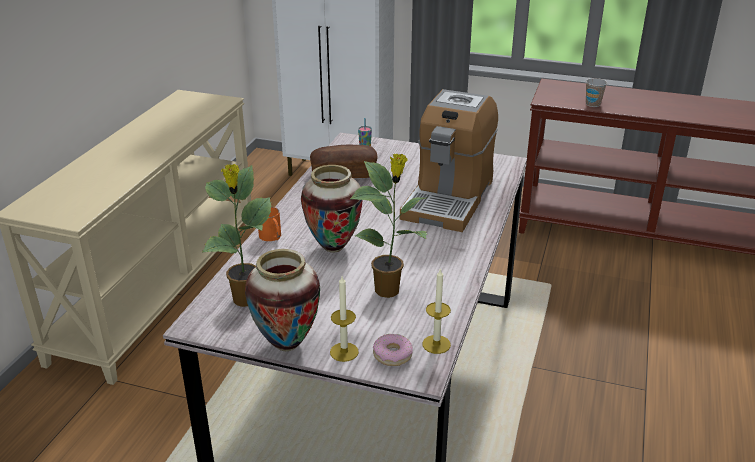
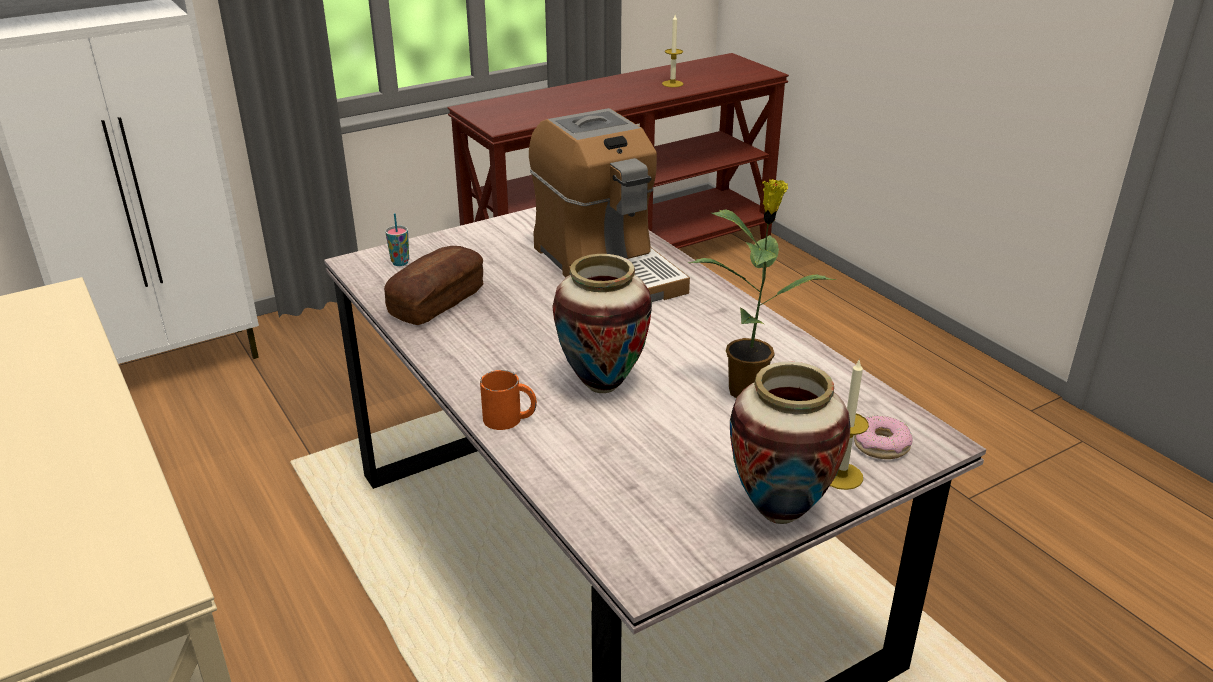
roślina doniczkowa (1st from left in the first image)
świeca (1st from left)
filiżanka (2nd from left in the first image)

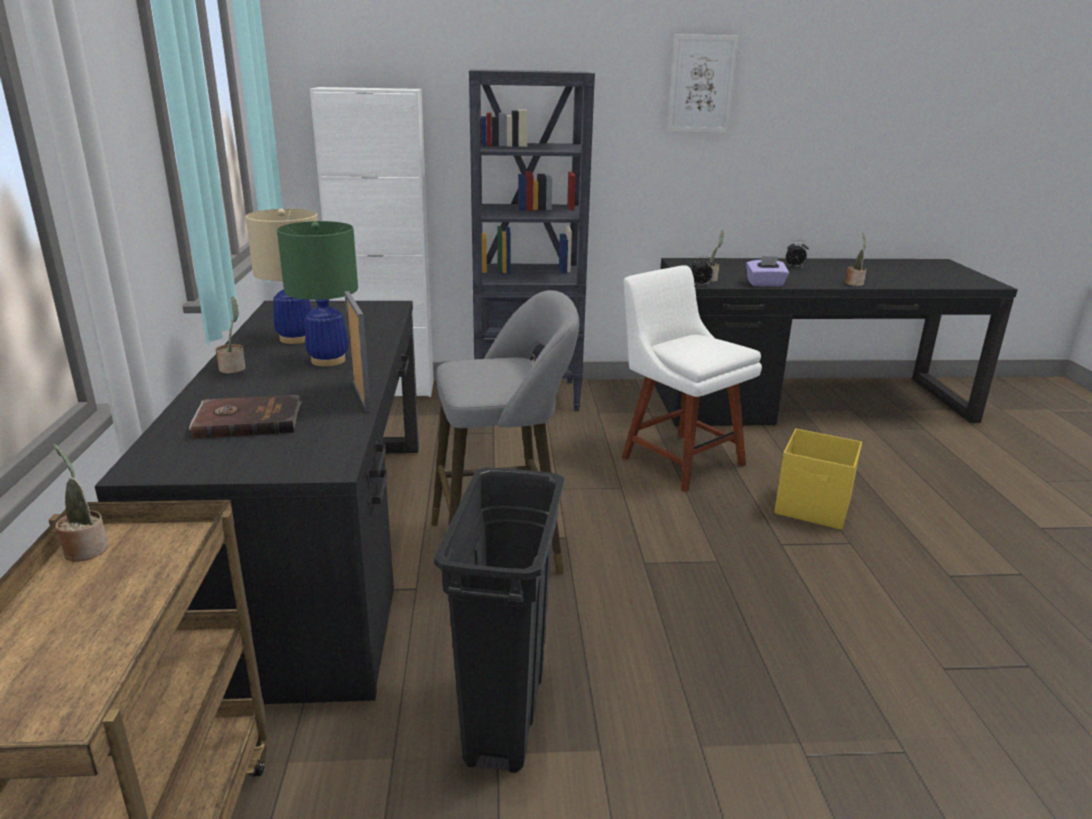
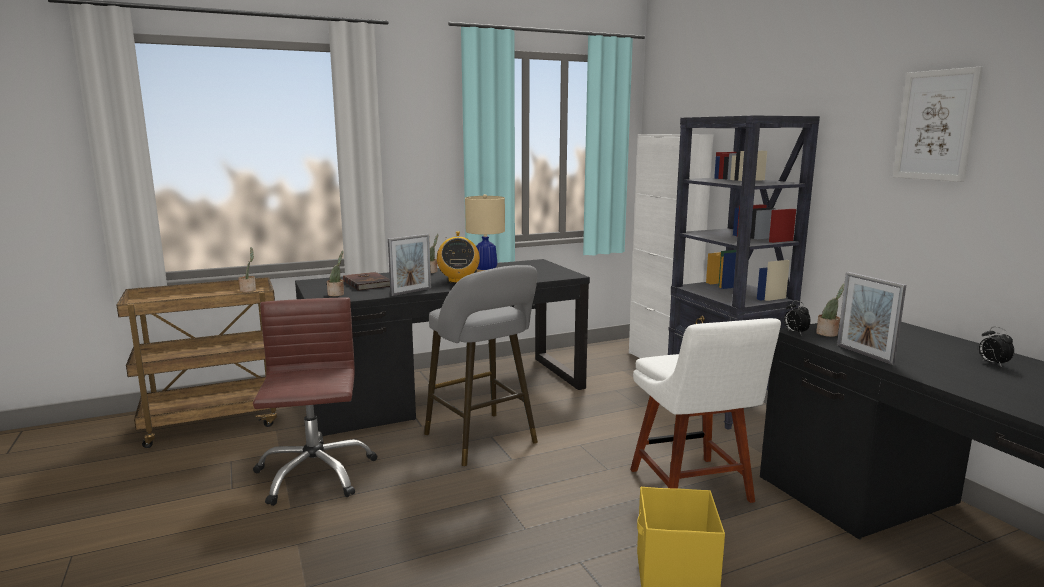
radio
krzesło biurowe (brązowy)
krzesło (biały)
ramka na zdjęcie (2nd from left)
roślina doniczkowa (2nd from left)

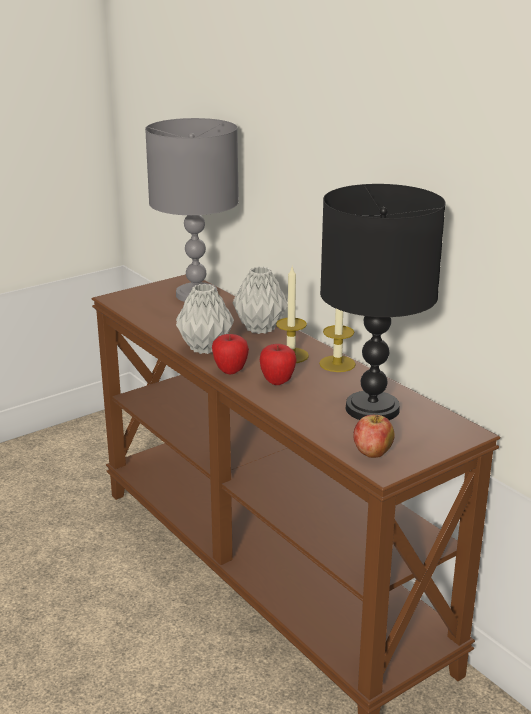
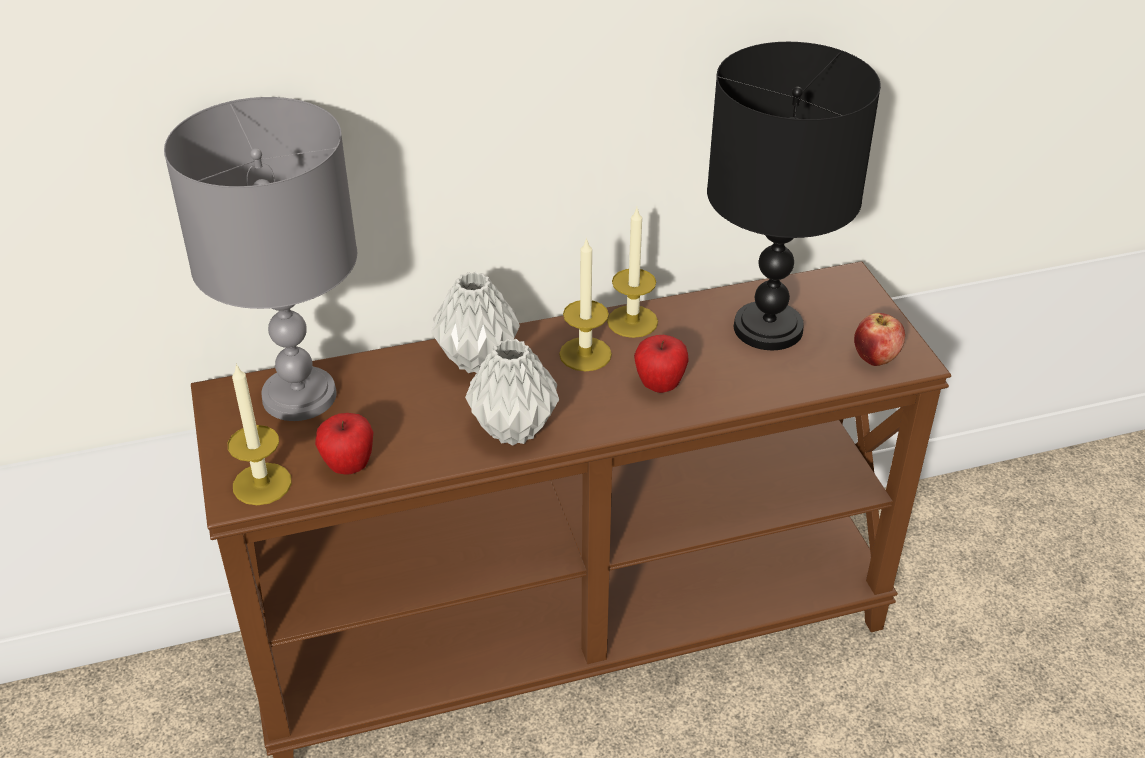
jabłko (1st from left)
świeca (1st from left)

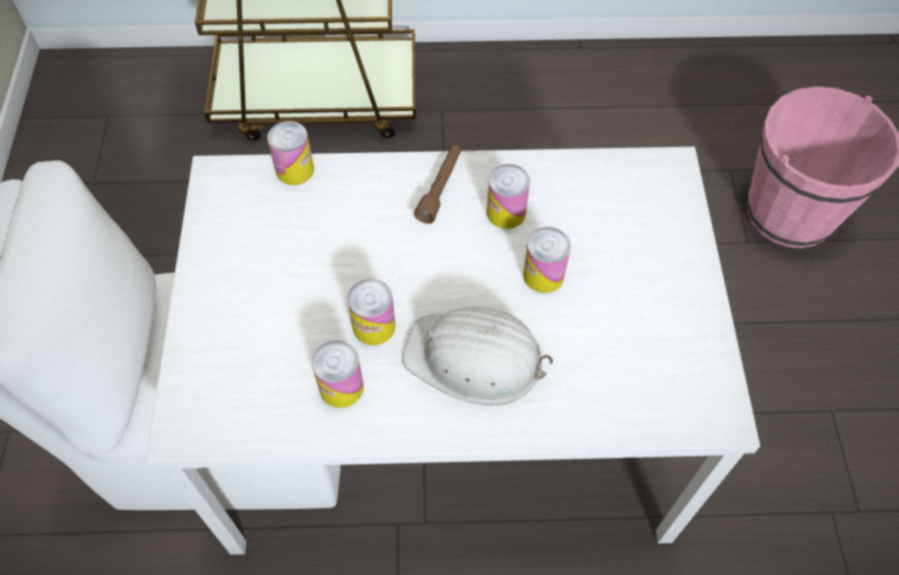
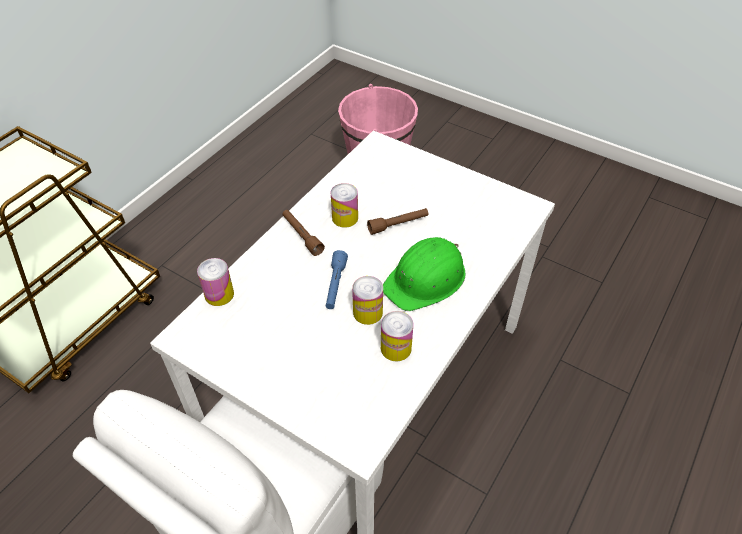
kask (zielony)
latarka (brązowy) (2nd from left)
latarka (niebieski)

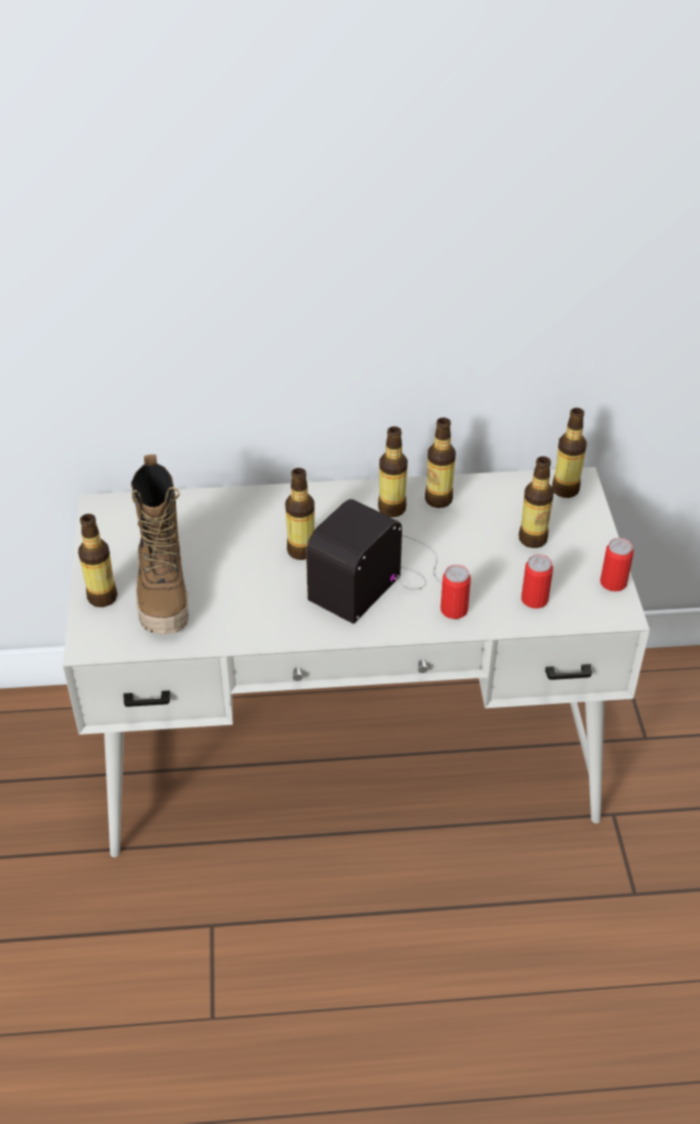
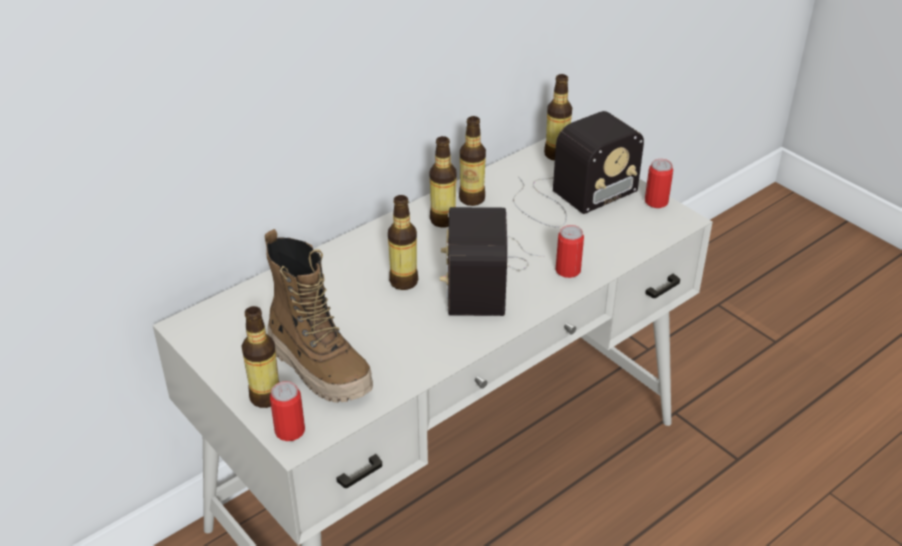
radio (2nd from left)
puszka (1st from left)

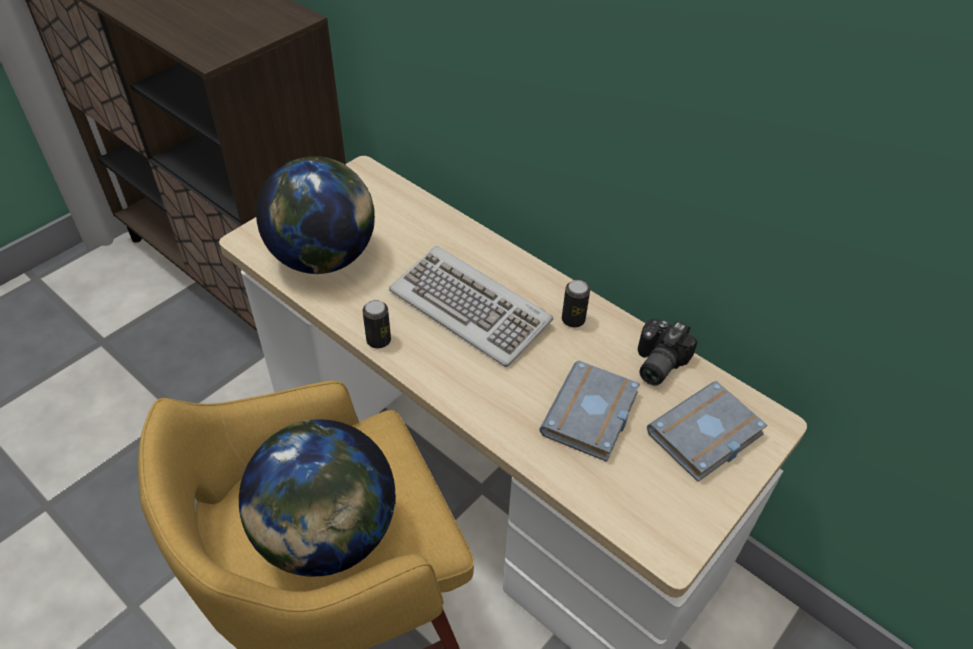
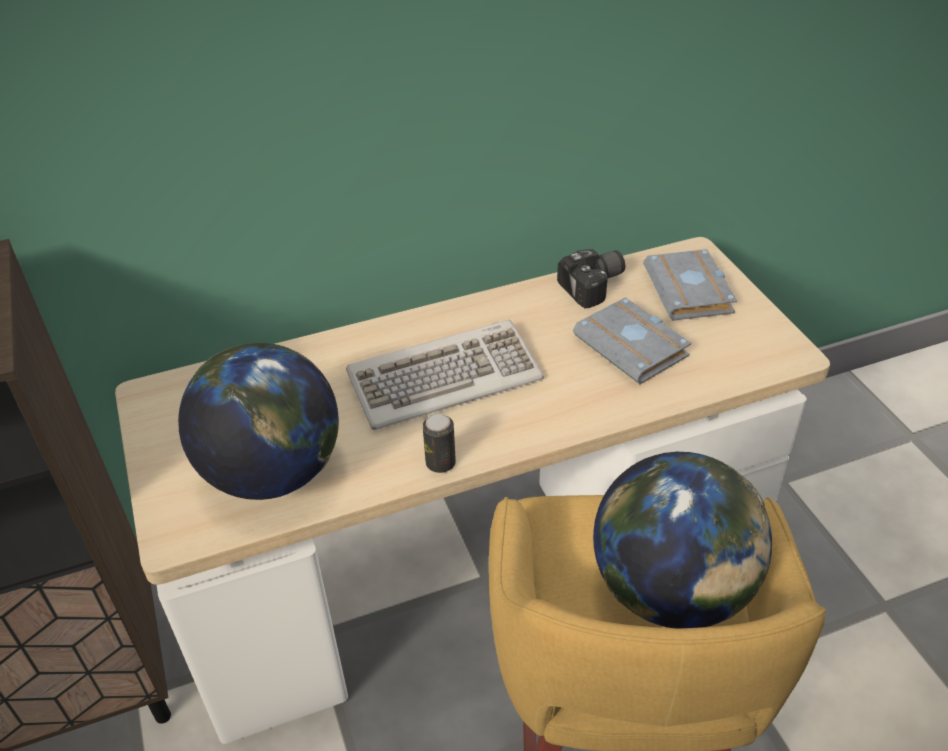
puszka (2nd from left in the first image)
aparat fotograficzny

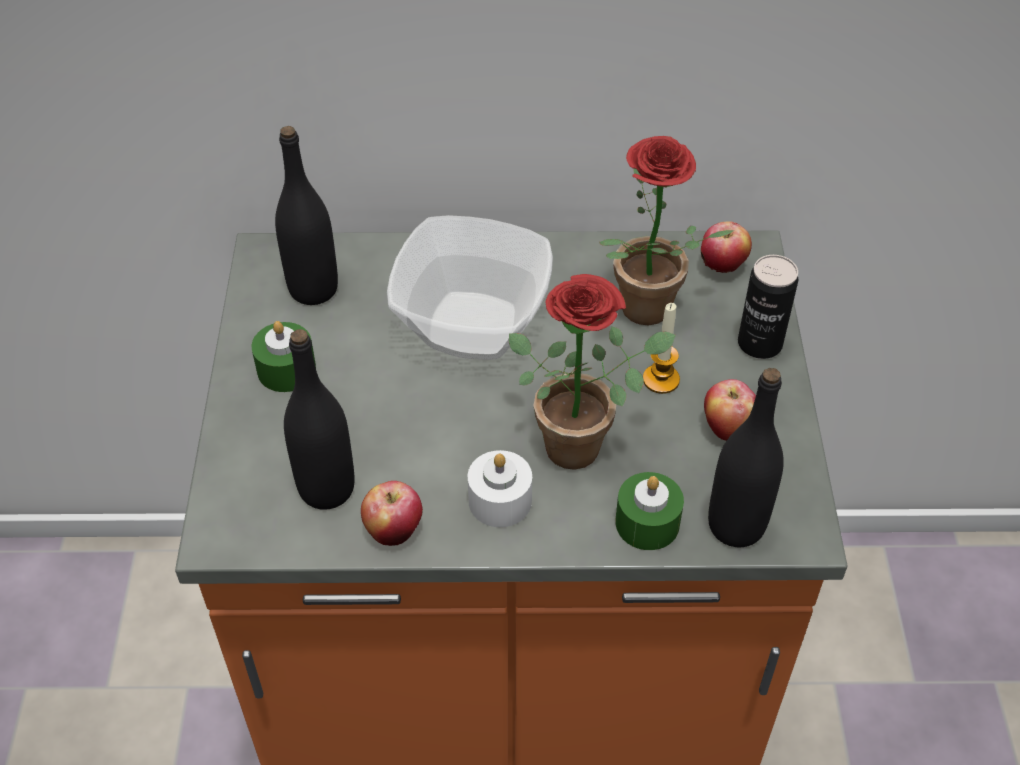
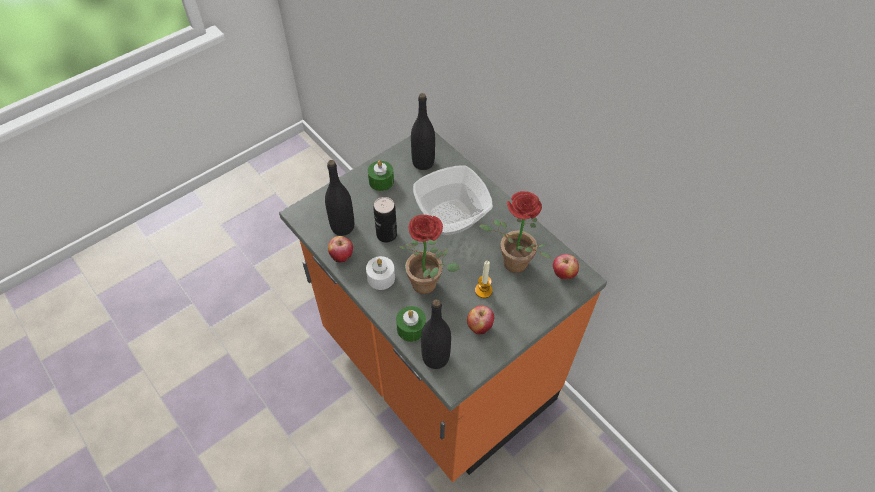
puszka

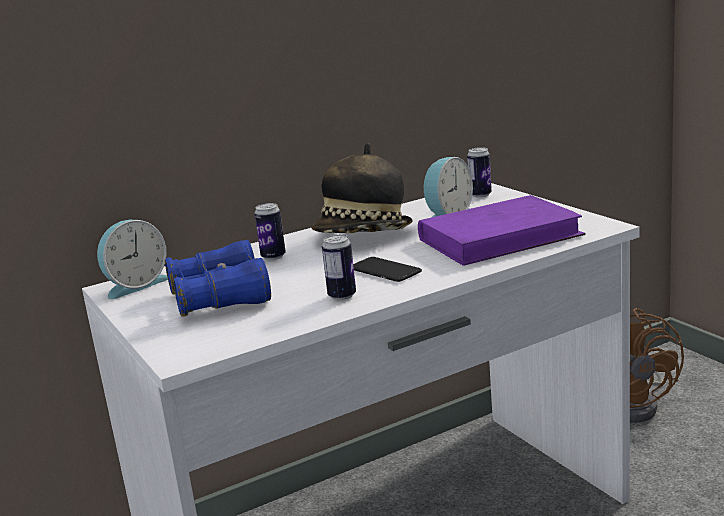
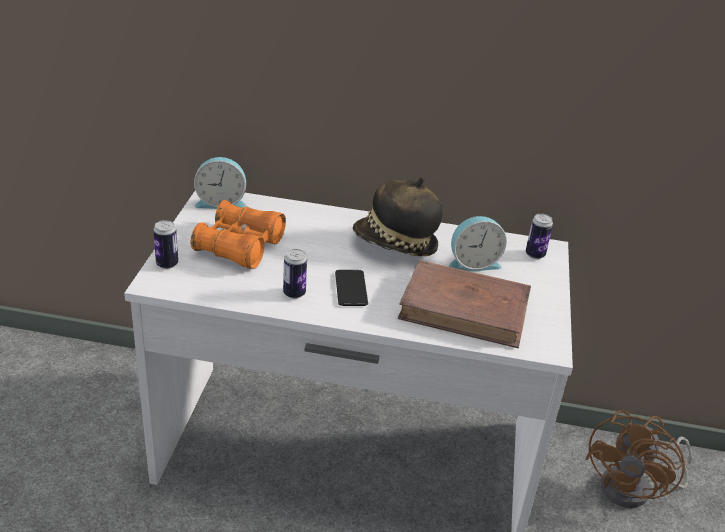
lornetka (pomarańczowy)
puszka (1st from left)
książka (brązowy)

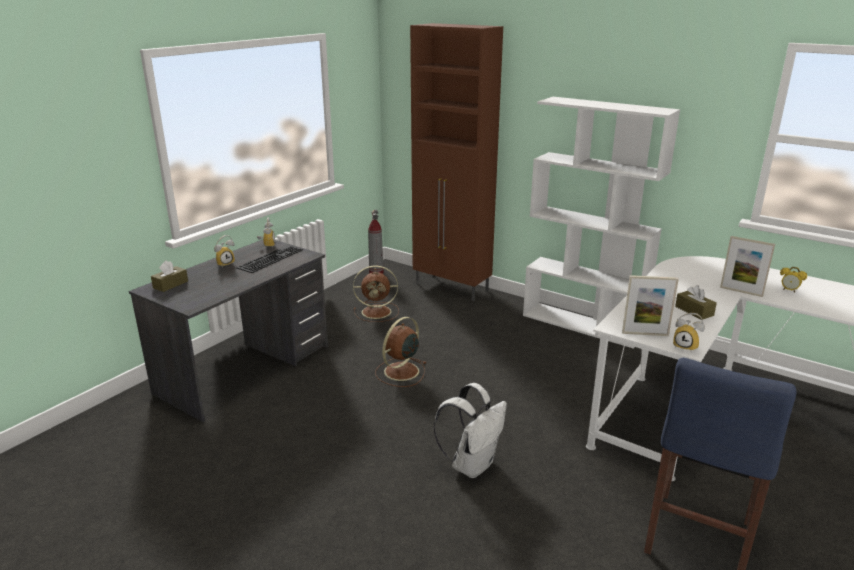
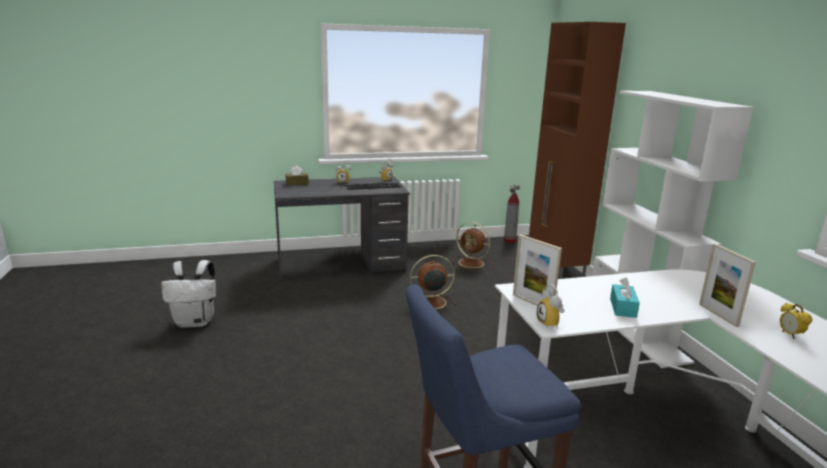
plecak (biały)
pudełko chusteczek (turkusowy)

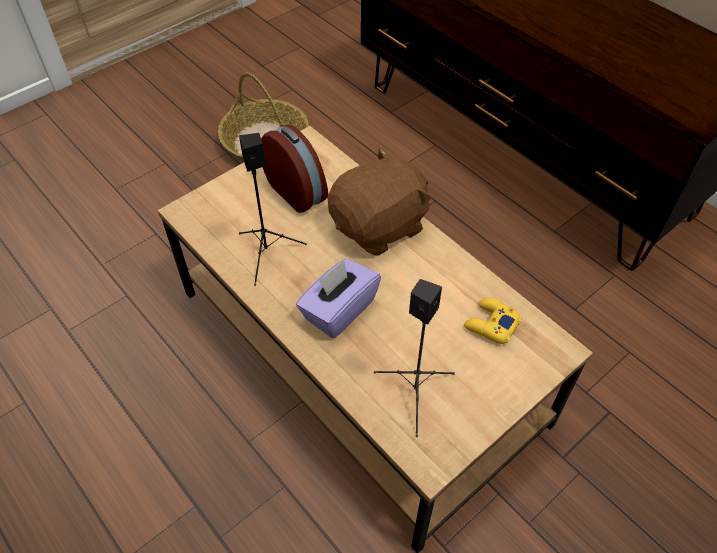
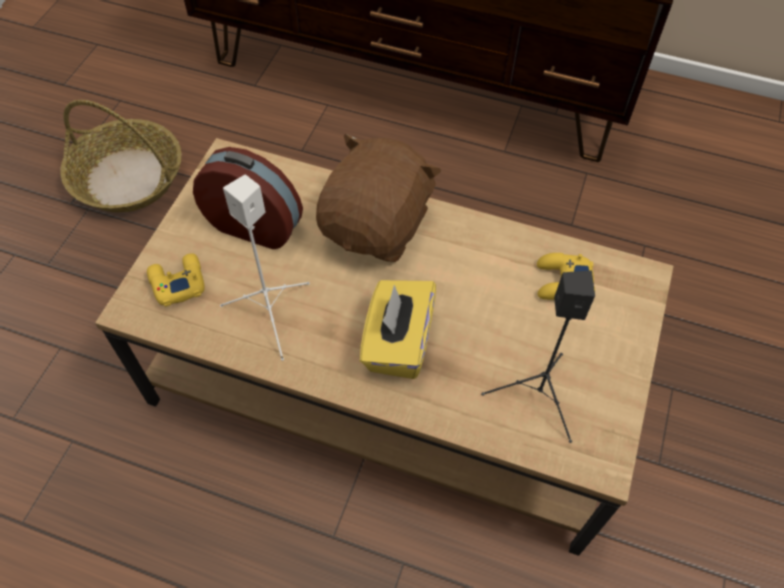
głośnik (biały)
pudełko chusteczek (żółty)
pad do gier (żółty) (1st from left)

